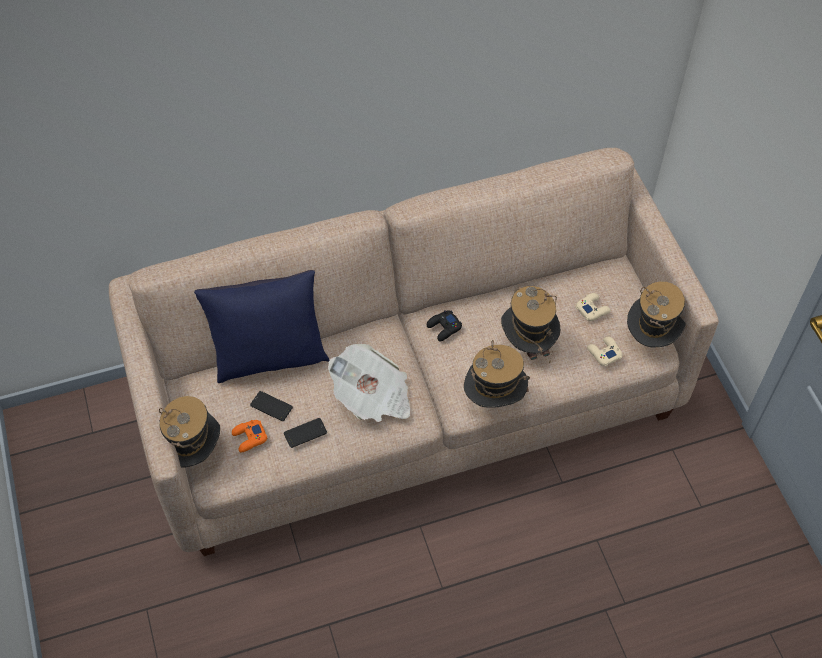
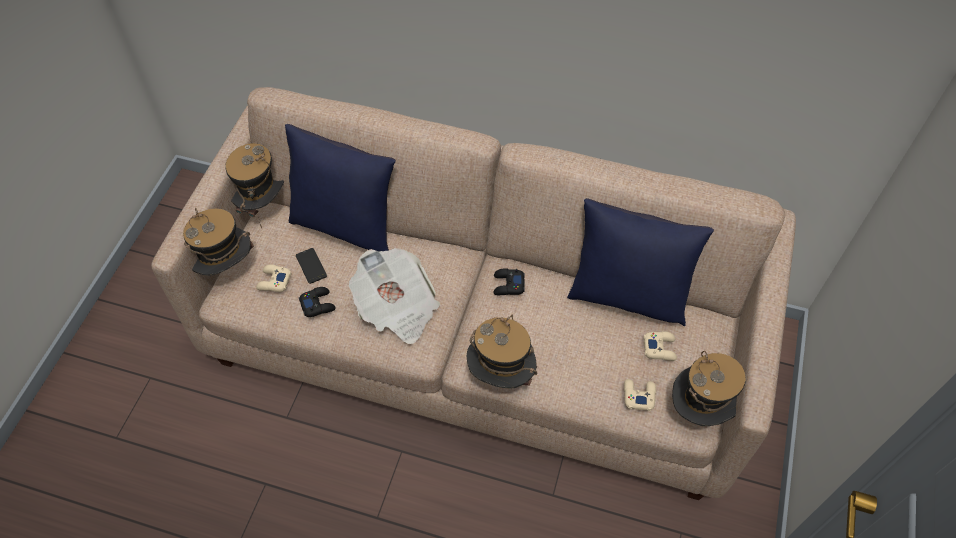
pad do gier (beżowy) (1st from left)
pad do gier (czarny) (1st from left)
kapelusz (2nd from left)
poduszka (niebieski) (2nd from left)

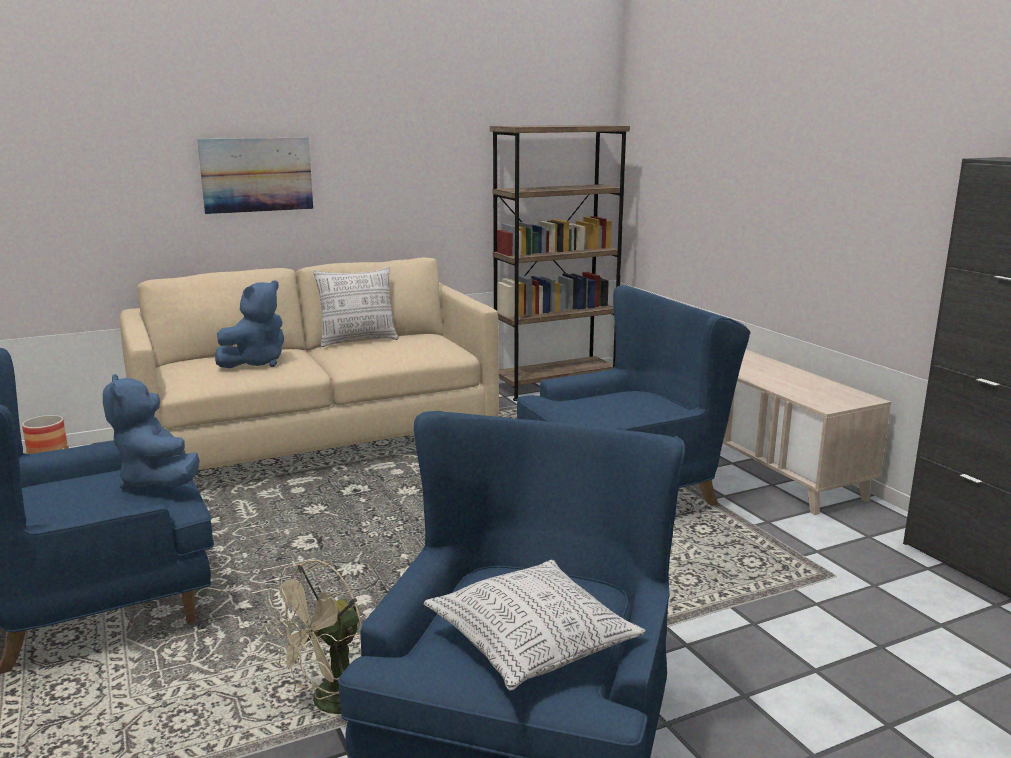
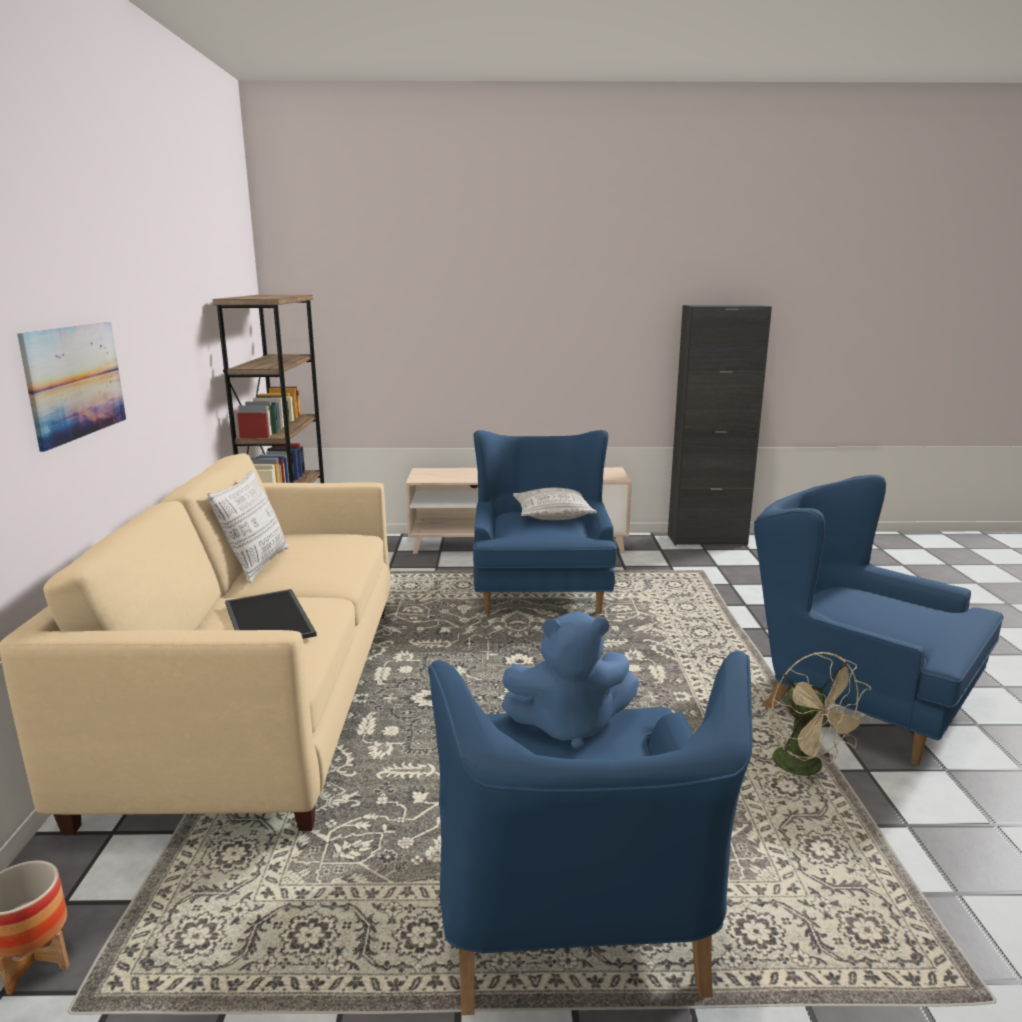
taca
poduszka (2nd from left)

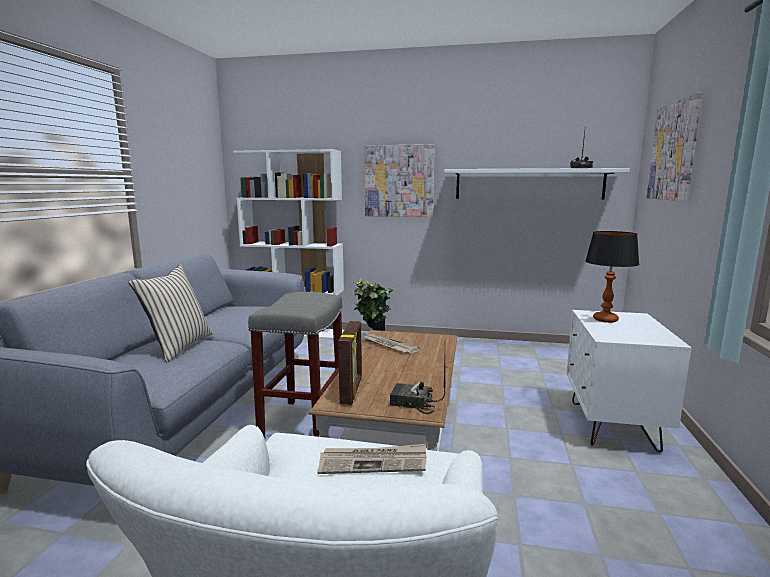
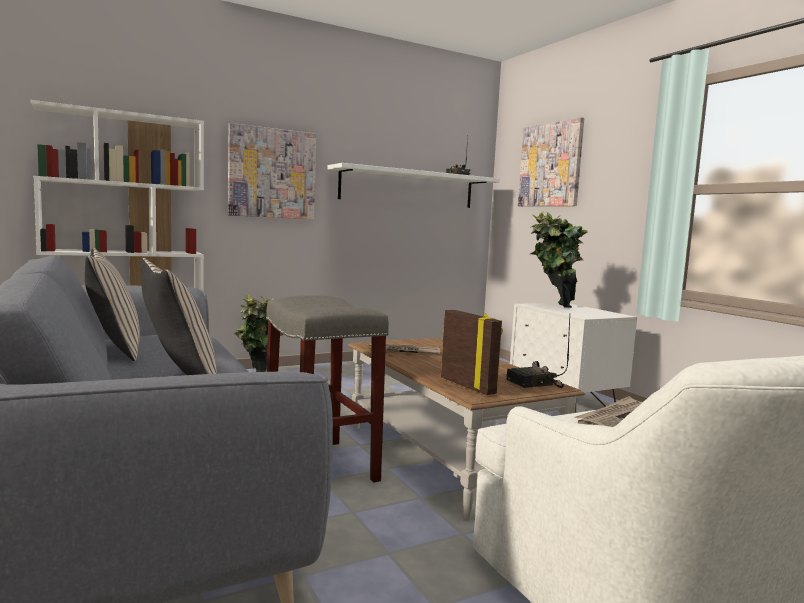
roślina doniczkowa (2nd from left)
poduszka (beżowy) (1st from left)

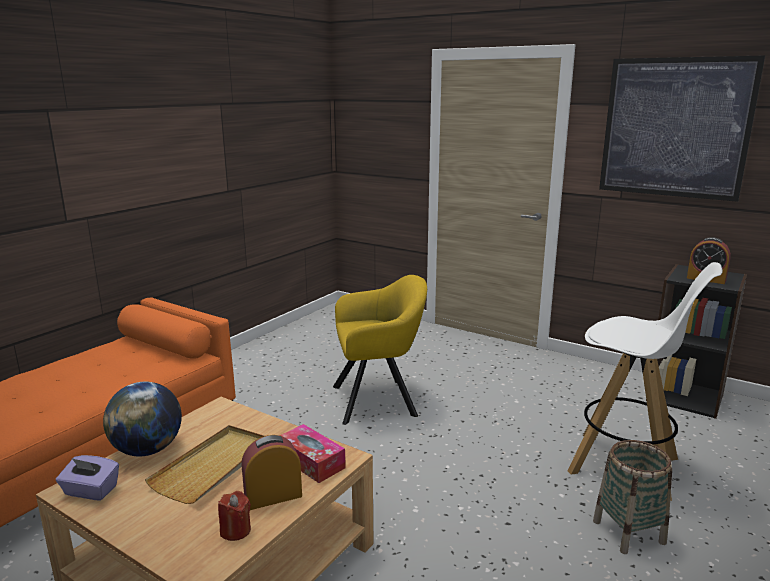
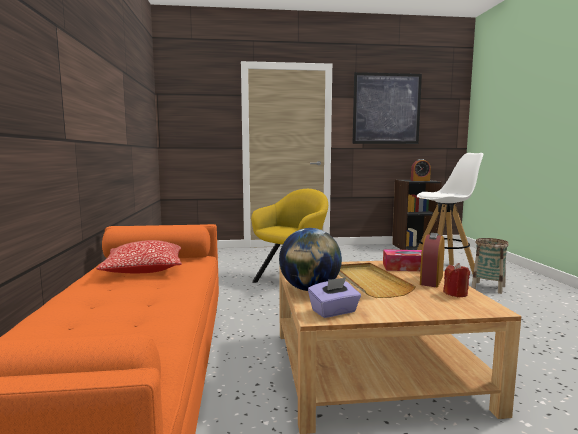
poduszka

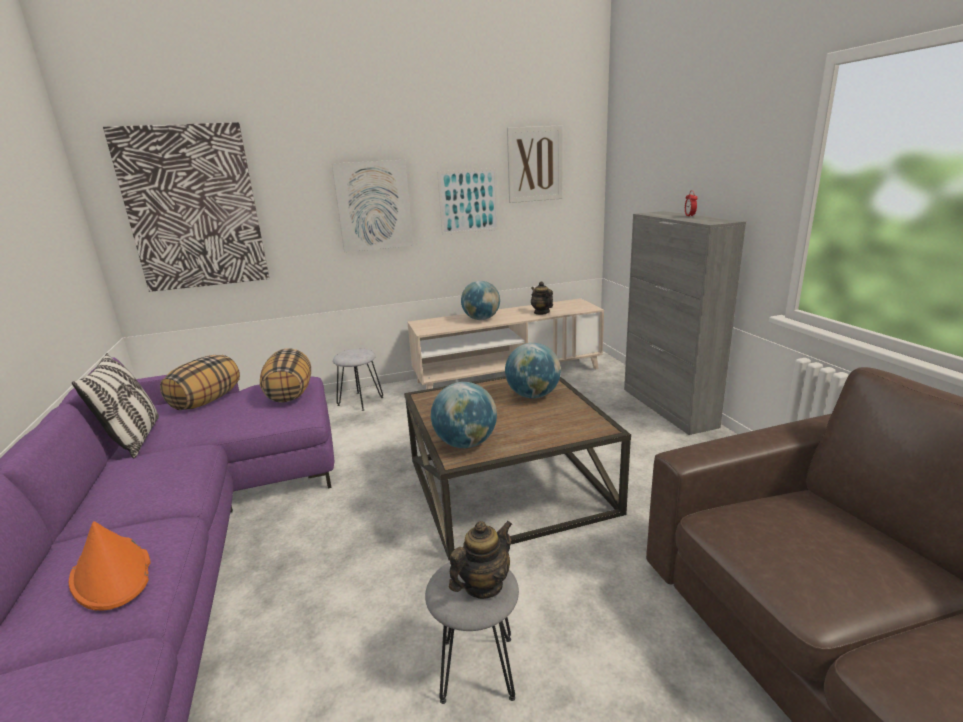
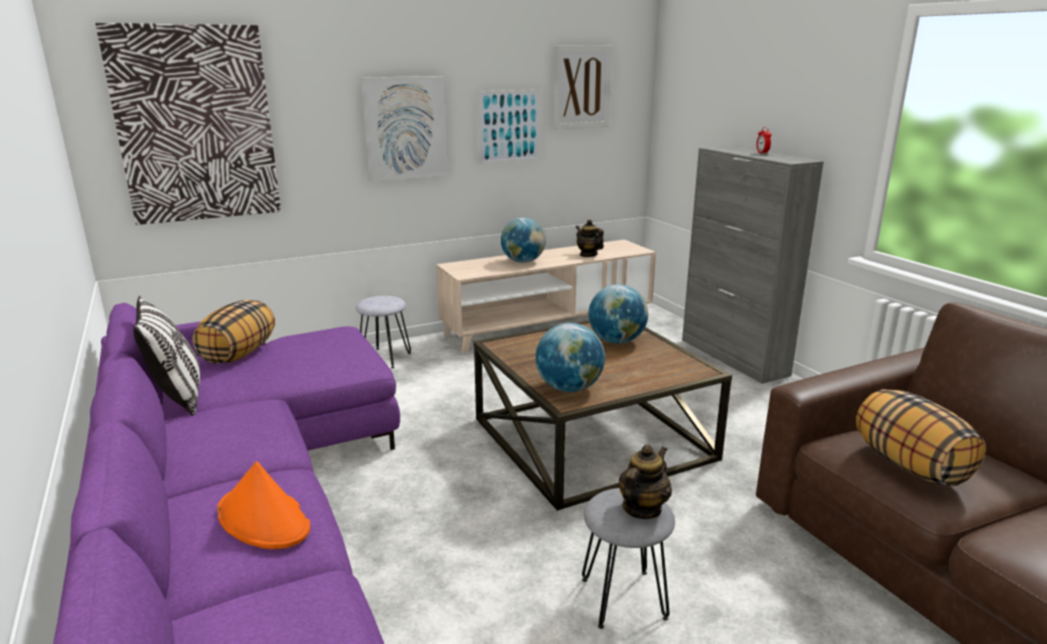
poduszka (3rd from left)

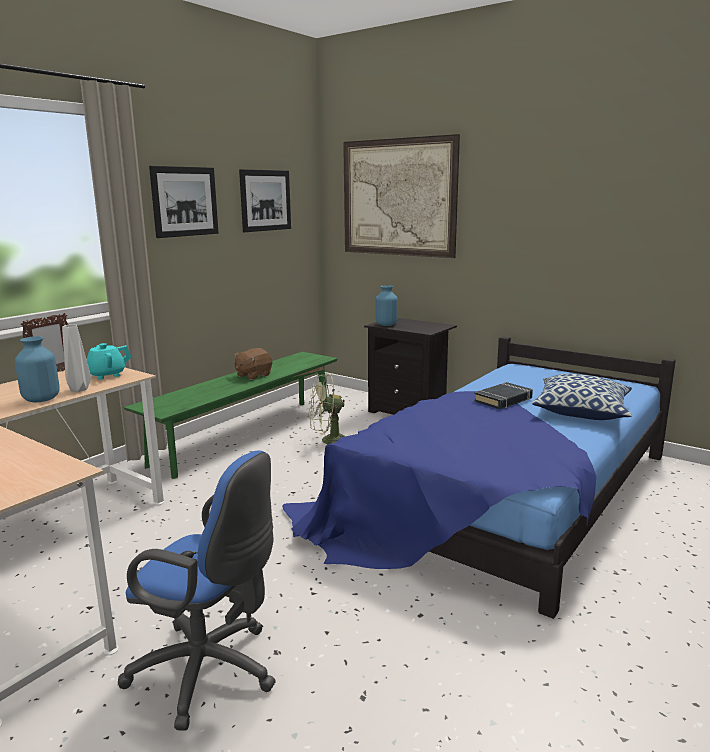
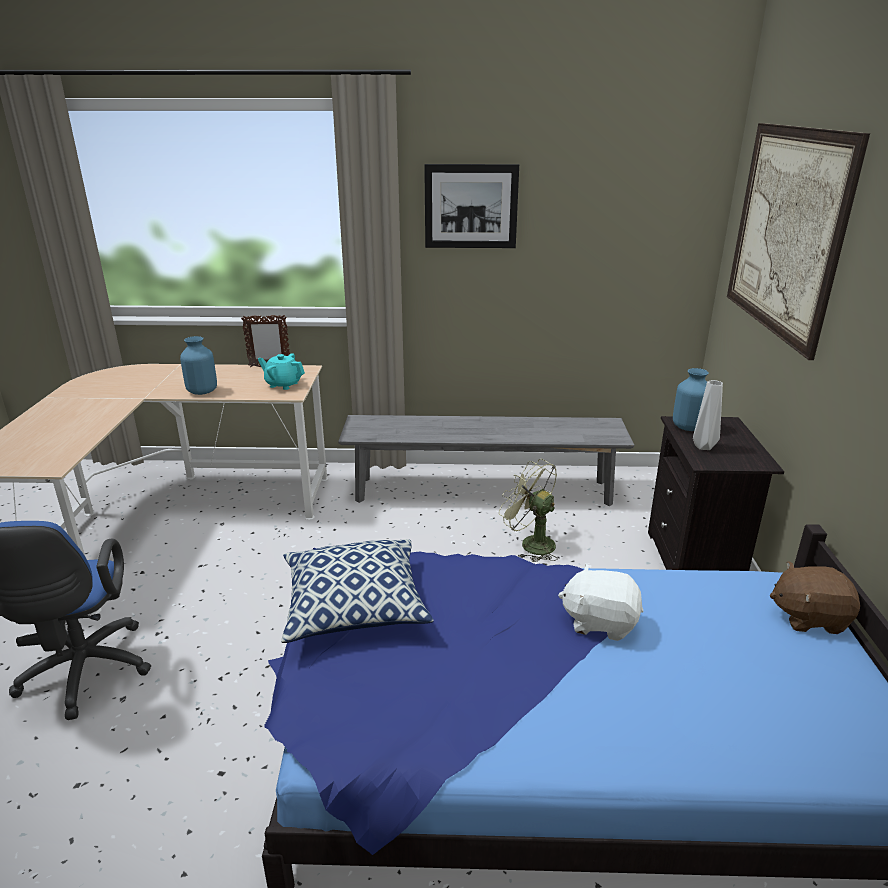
wazon (szary)
ławka (szary)
pluszak (brązowy)
obraz (2nd from left in the first image)
pluszak (biały)
poduszka

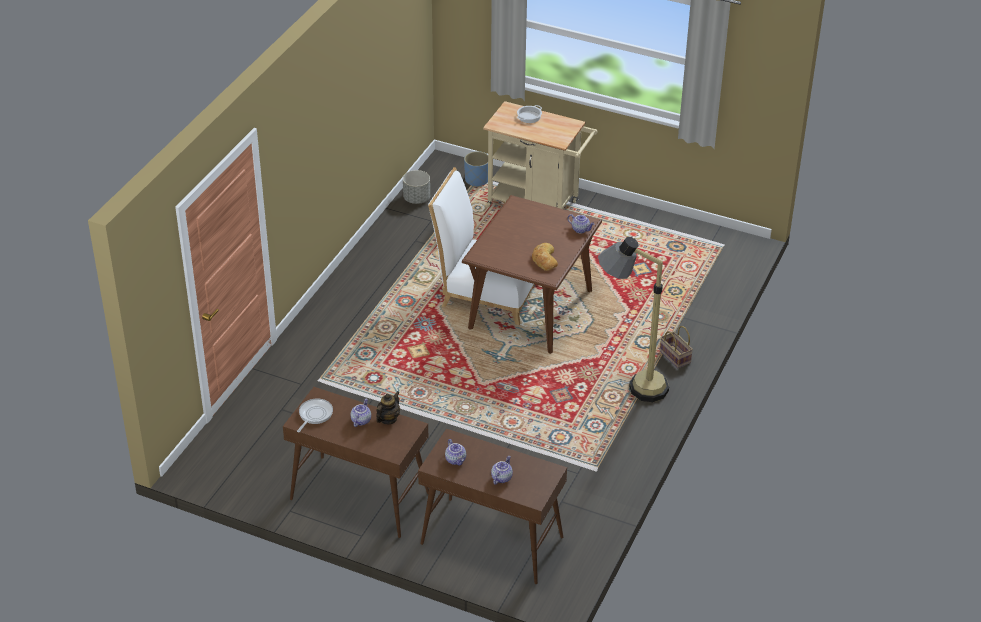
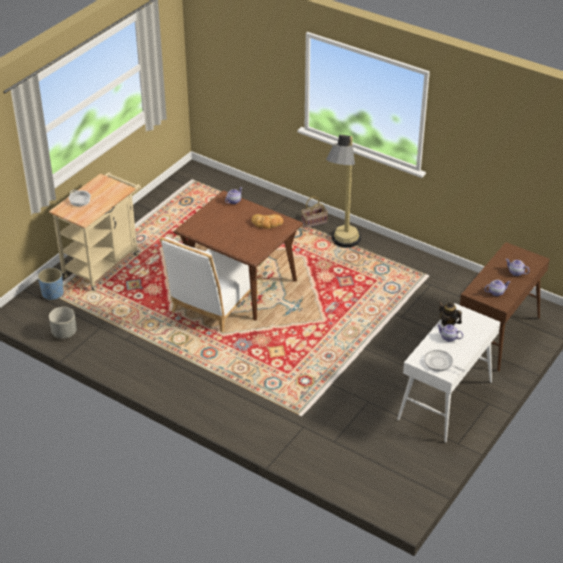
stolik konsolowy (biały)

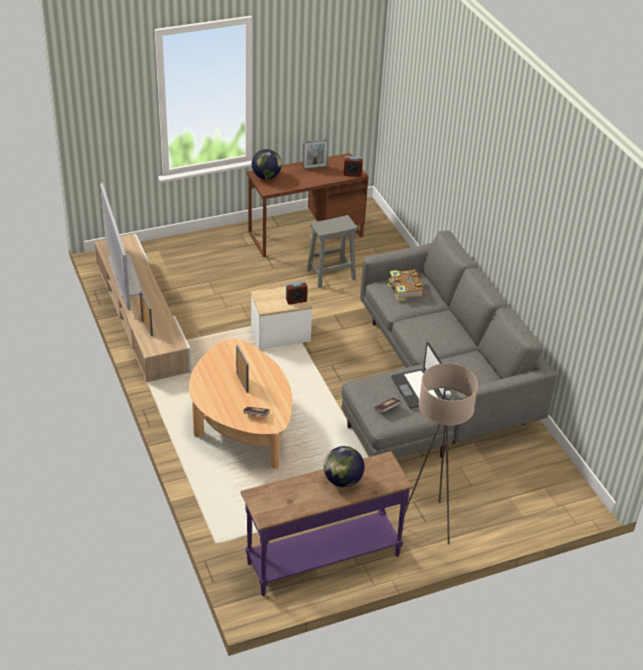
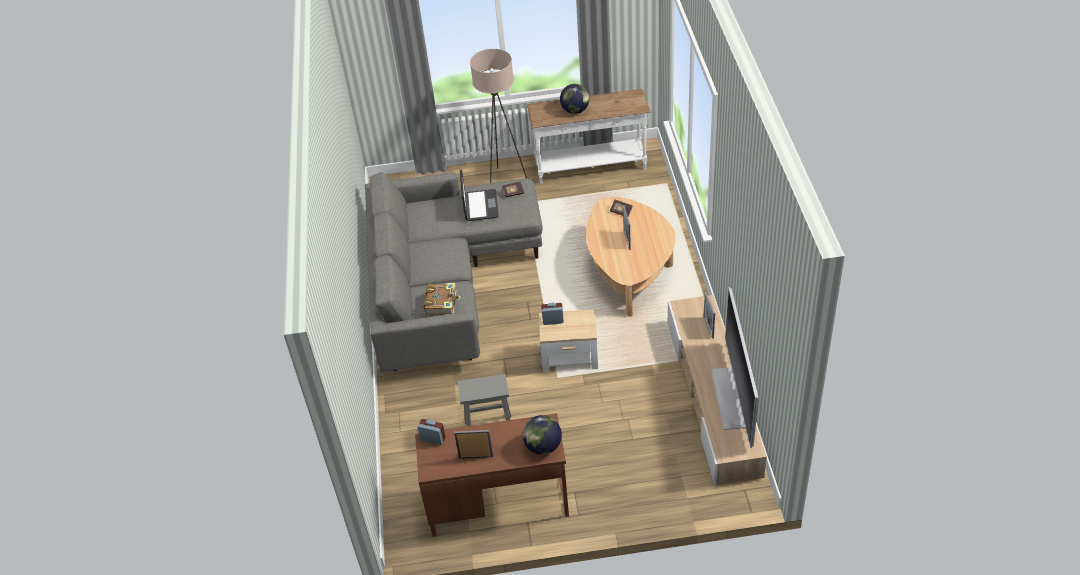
stolik konsolowy (biały)

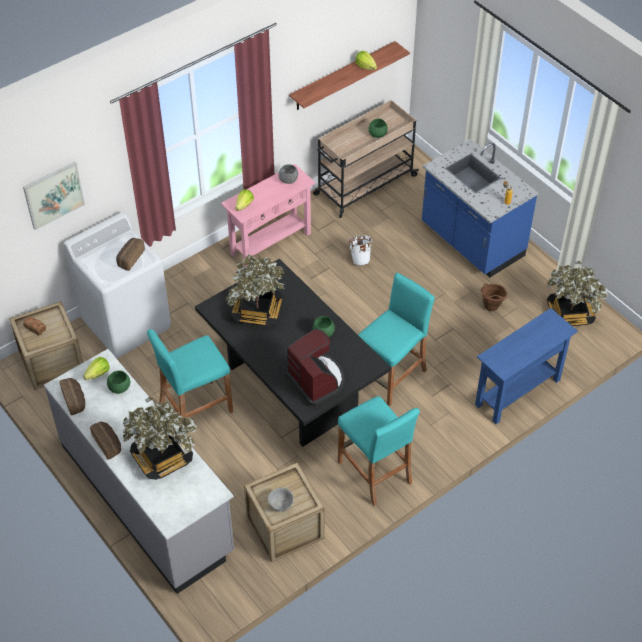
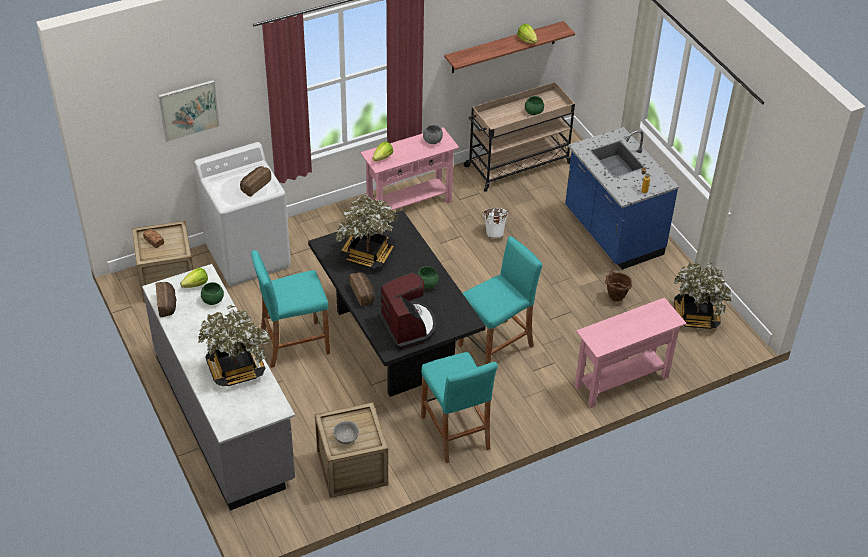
chleb (4th from left)
stolik konsolowy (różowy) (2nd from left)

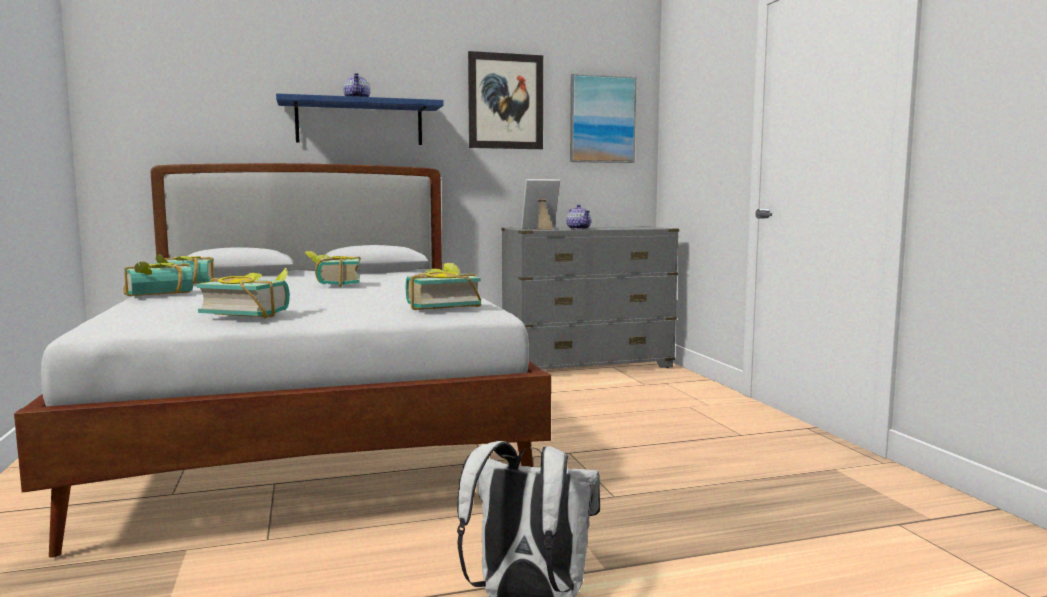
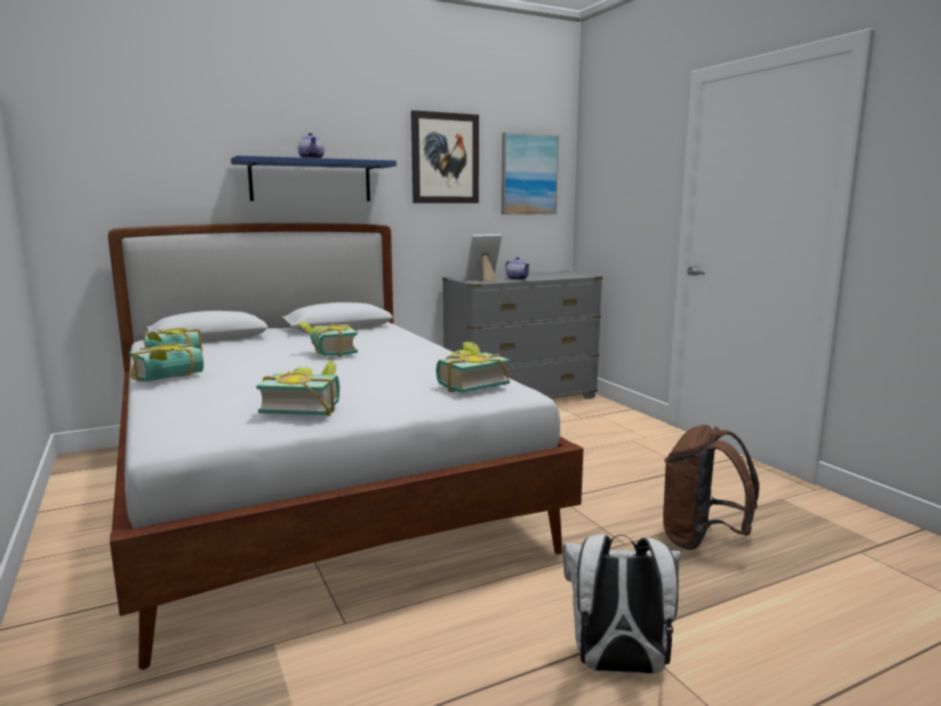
plecak (brązowy)

